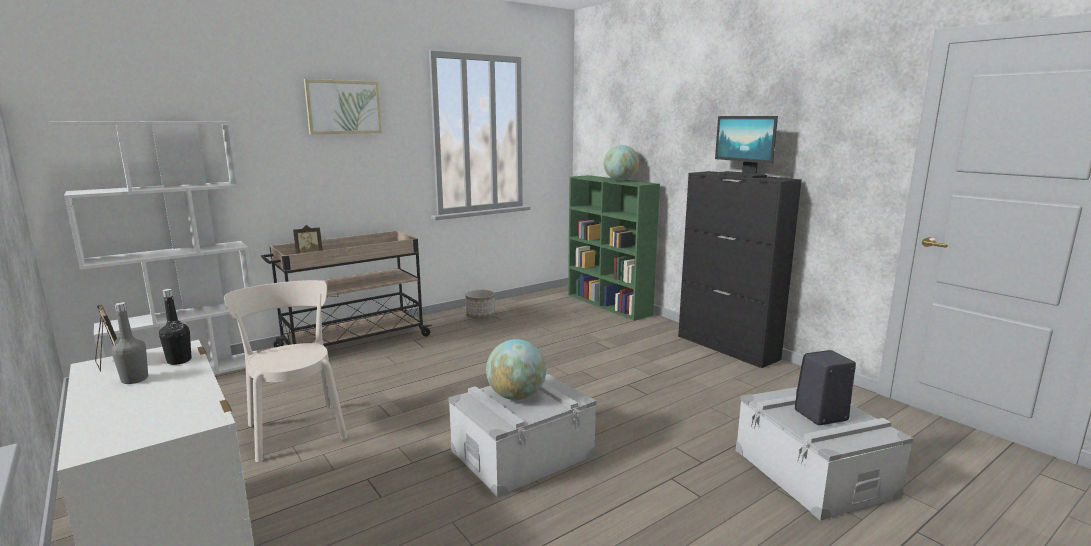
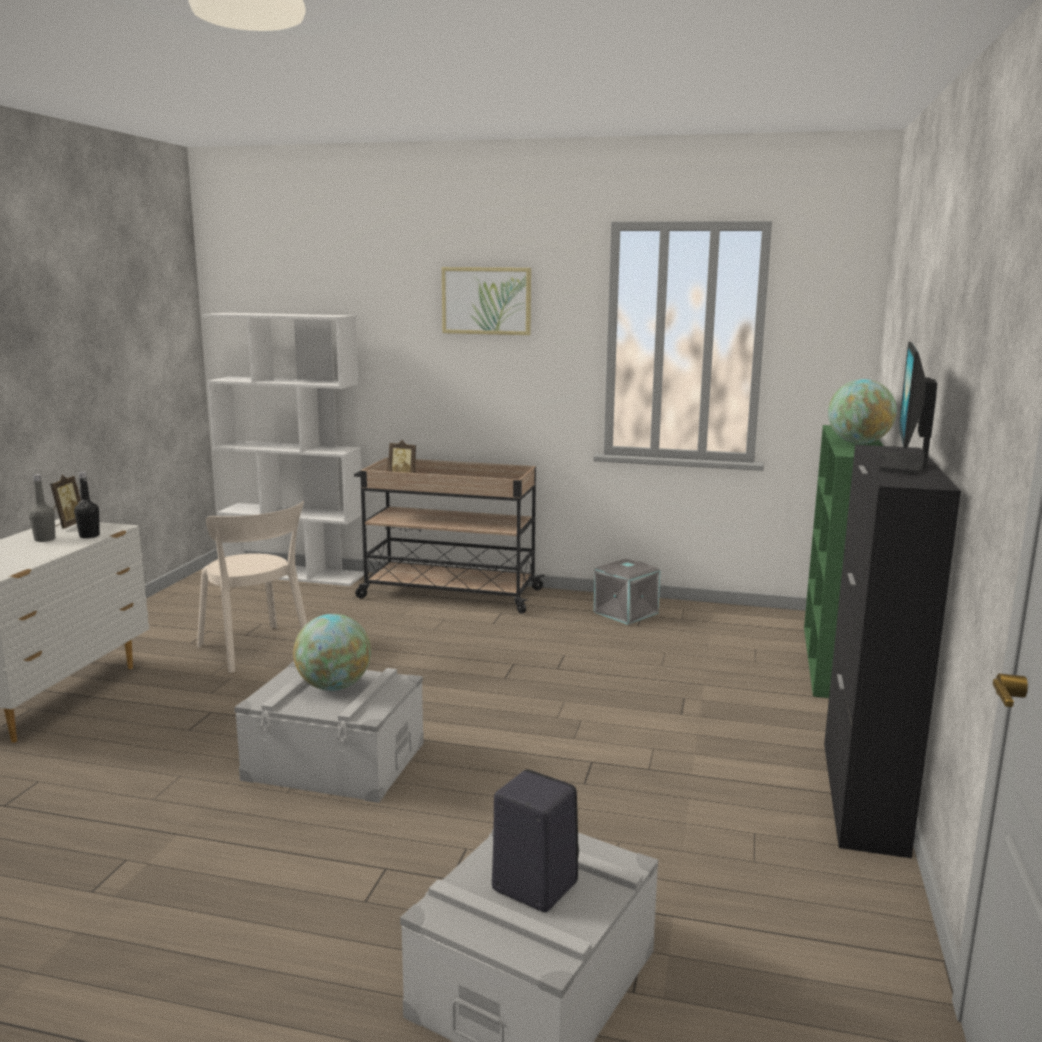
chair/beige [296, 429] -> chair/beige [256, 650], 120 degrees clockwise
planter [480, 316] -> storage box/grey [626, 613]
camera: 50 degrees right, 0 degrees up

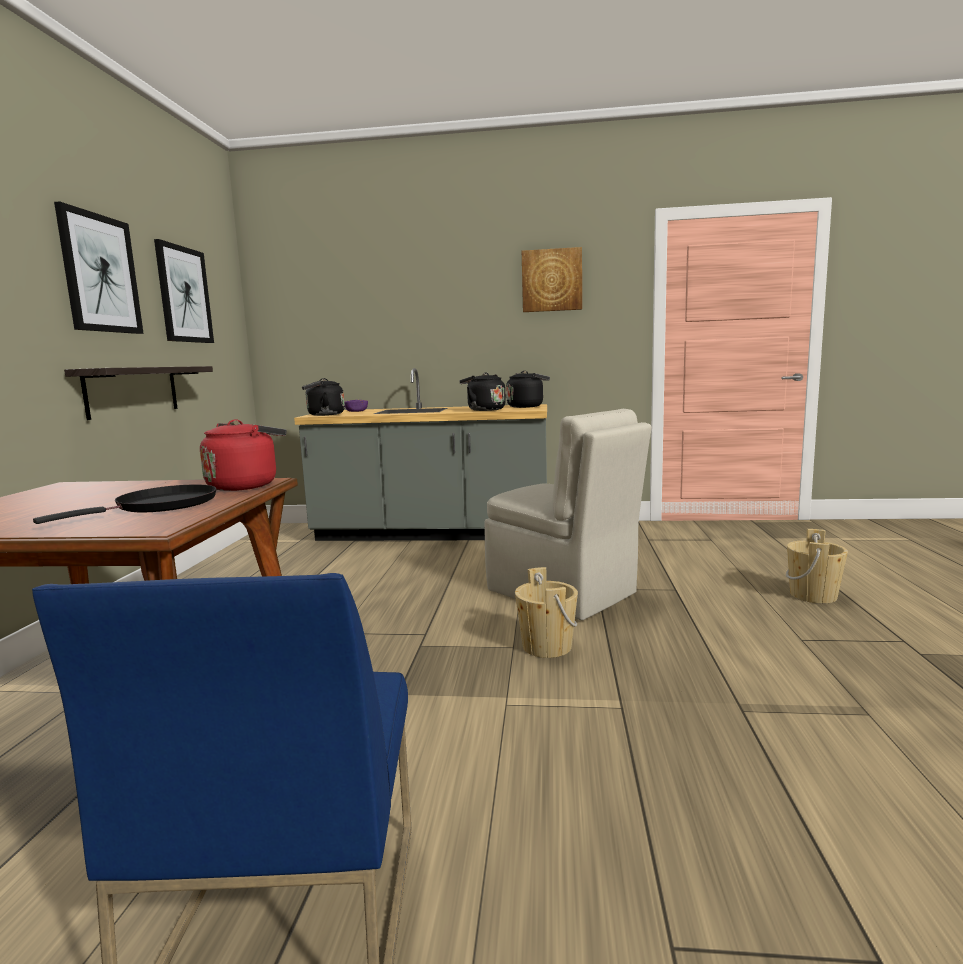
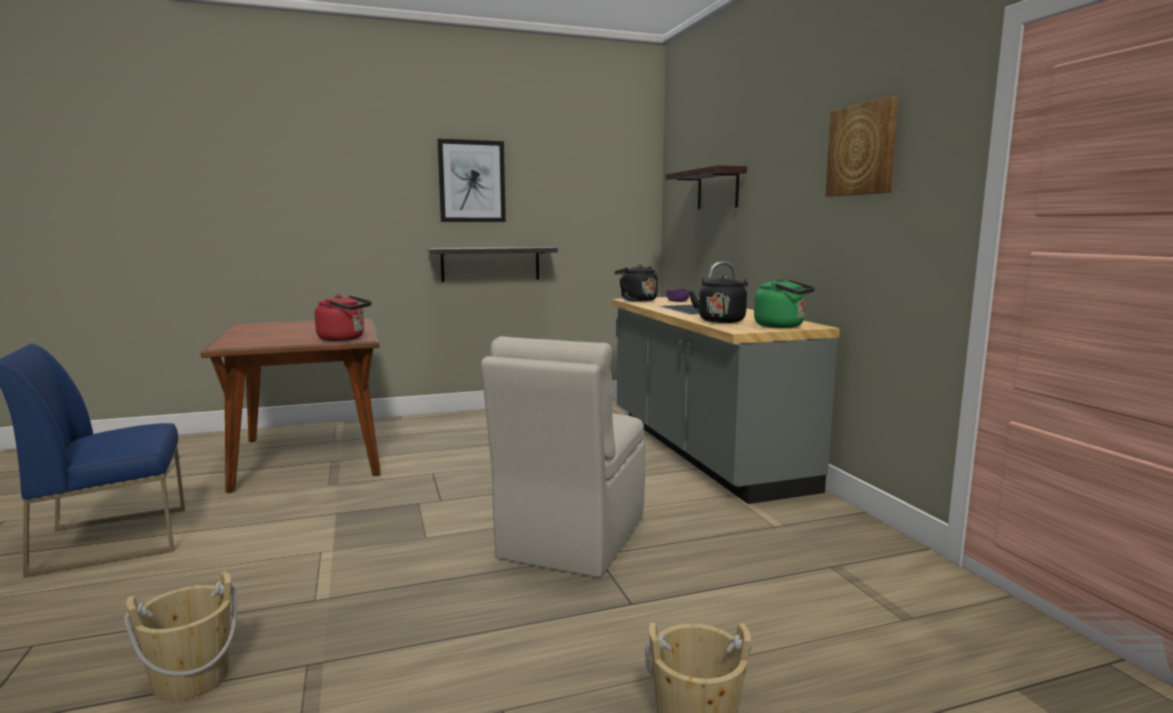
bucket/beige [547, 646] -> bucket/beige [191, 678], relocated
none -> shelf [717, 189]
kettle/black [527, 406] -> kettle/green [782, 326]
frying pan/black [161, 506] -> none
picture [184, 295] -> none
camera: 65 degrees right, 0 degrees up

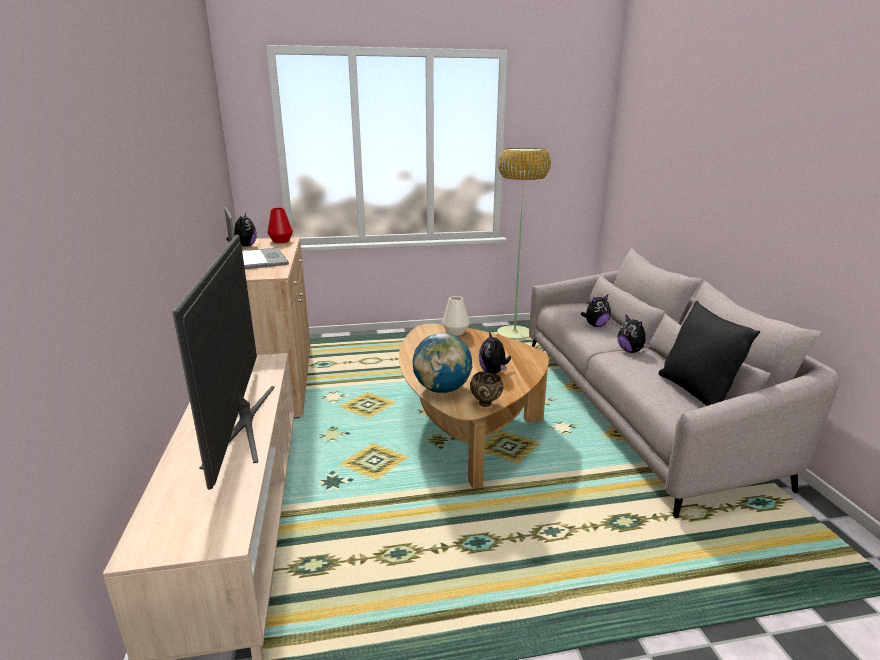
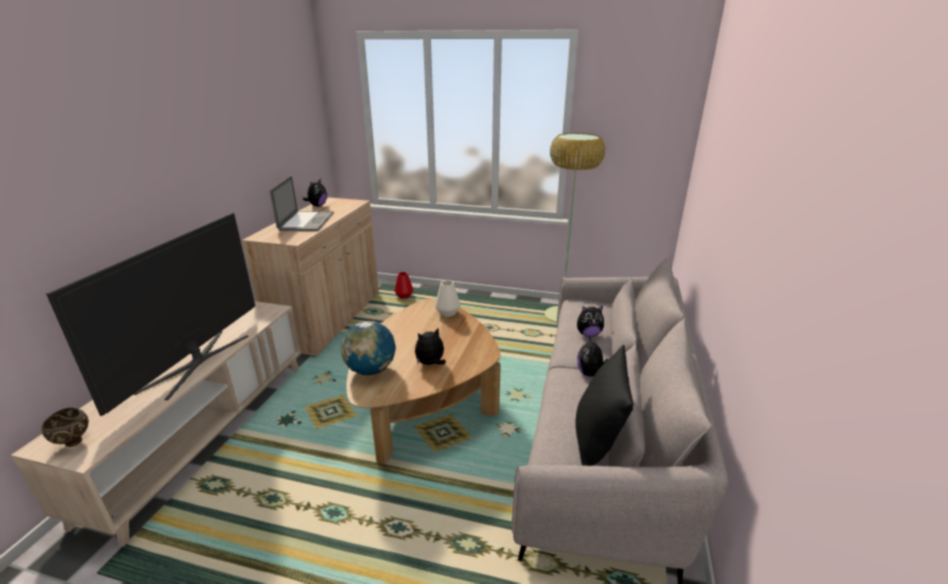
bowl/brown [486, 404] -> bowl/brown [73, 443], relocated
vase/red [281, 241] -> vase/red [404, 296], relocated
plush toy [493, 372] -> plush toy [430, 363], 45 degrees clockwise
camera: 25 degrees right, 5 degrees up

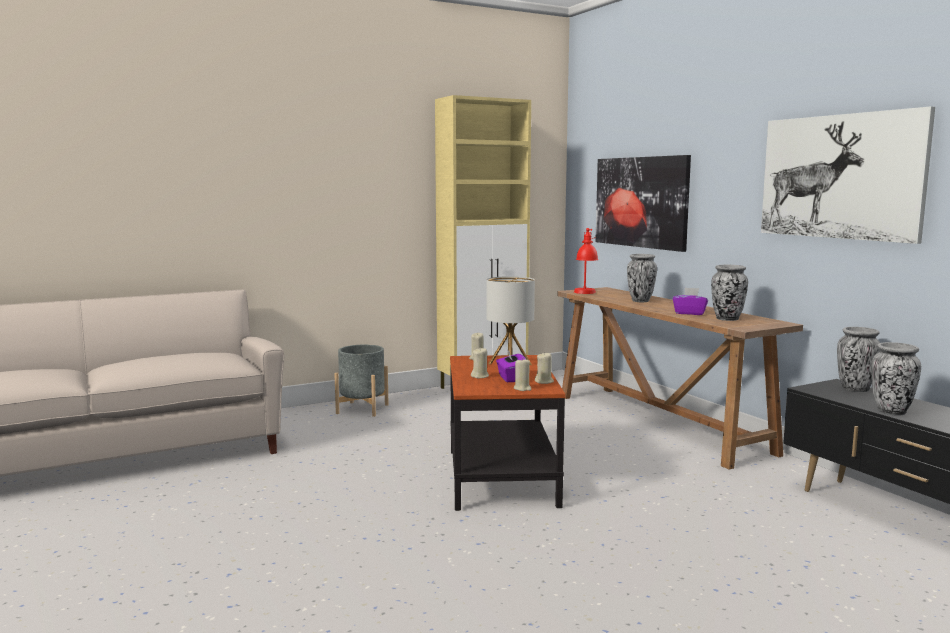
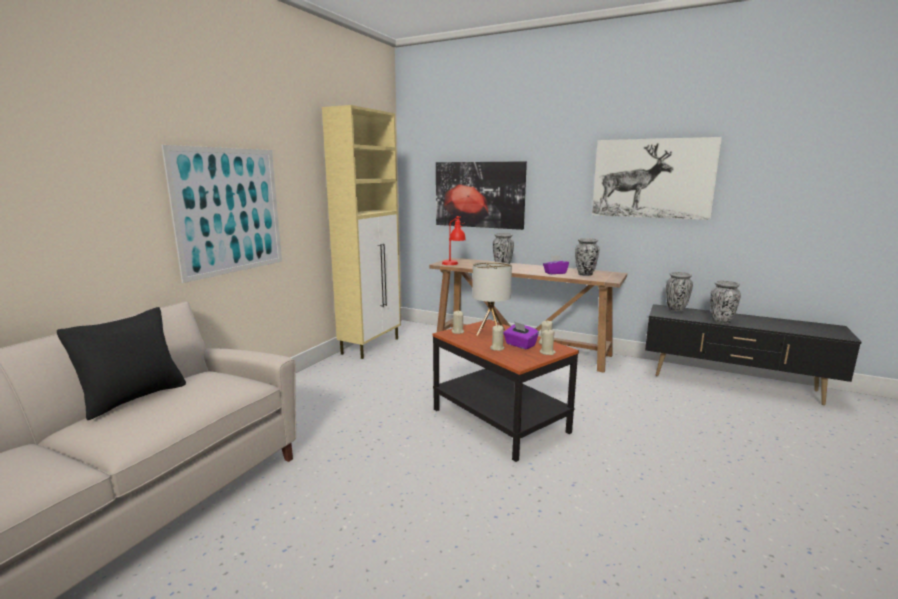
none -> pillow/black [134, 398]
none -> picture [229, 211]
planter/grey [362, 409] -> none
camera: 35 degrees left, 5 degrees up

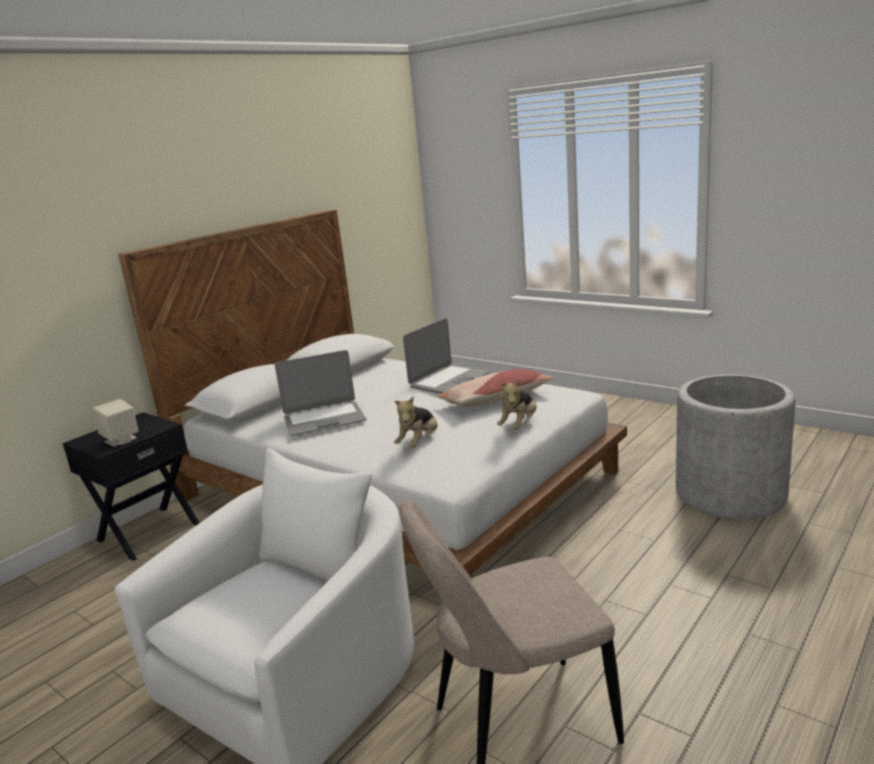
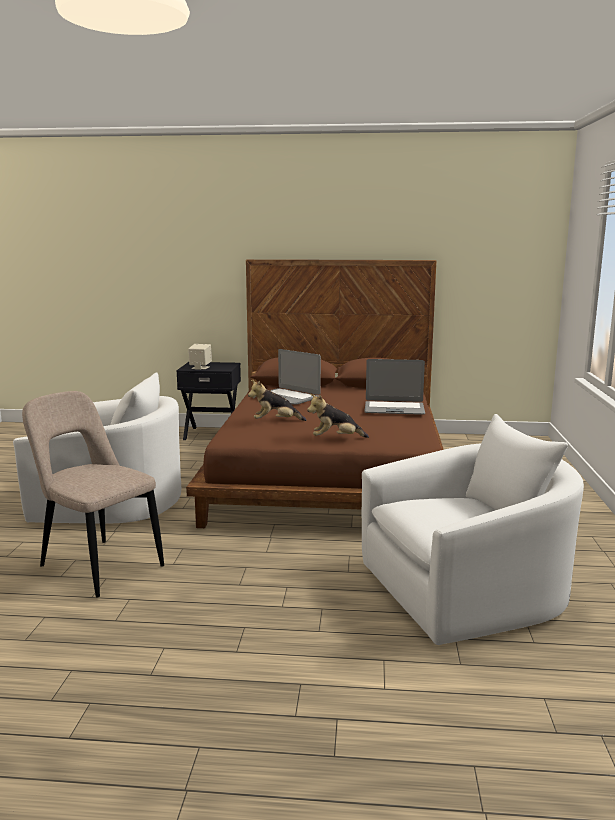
bed/white [398, 484] -> bed/brown [332, 472]
planter/grey [730, 494] -> armchair/white [468, 592]
pillow [495, 399] -> none
camera: 55 degrees right, 5 degrees down

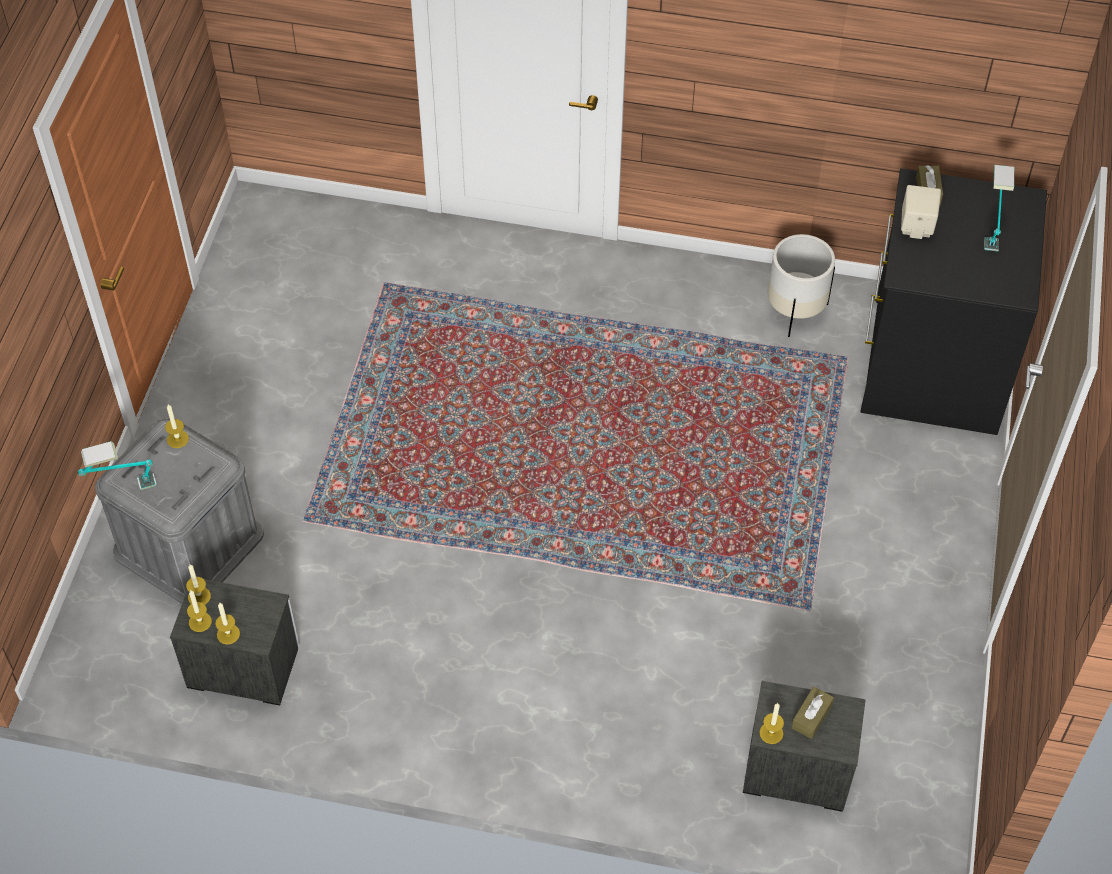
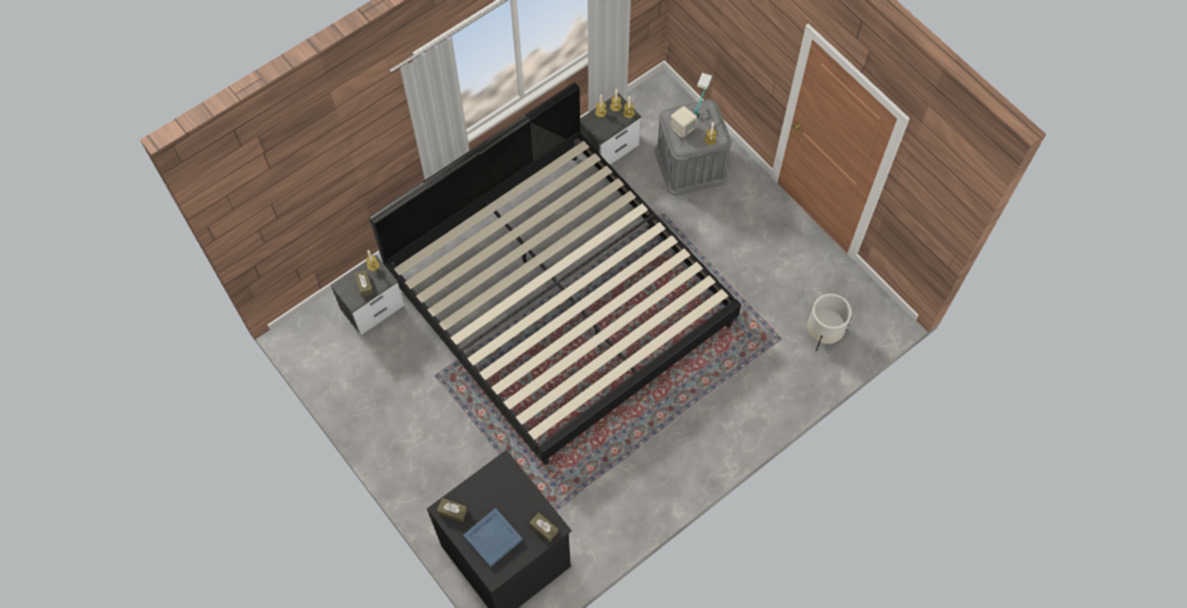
none -> bed [560, 300]
none -> tissue box/brown [452, 511]
table lamp [991, 227] -> tray/blue [493, 537]
speaker/beige [916, 227] -> speaker/beige [682, 128], relocated
planter/white [795, 311] -> planter/white [823, 332], relocated
camera: 130 degrees right, 10 degrees up

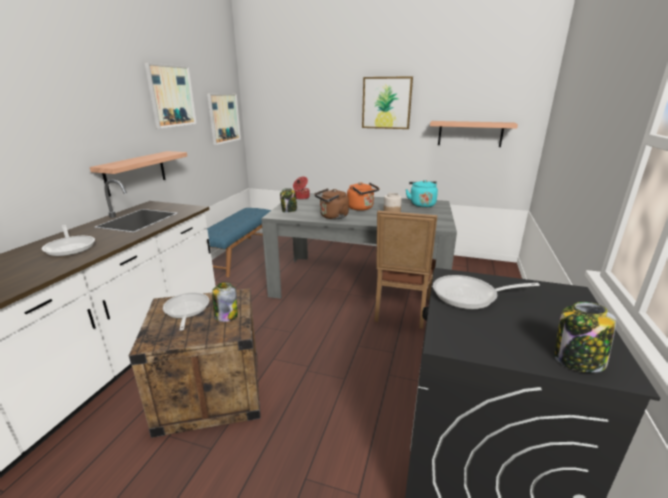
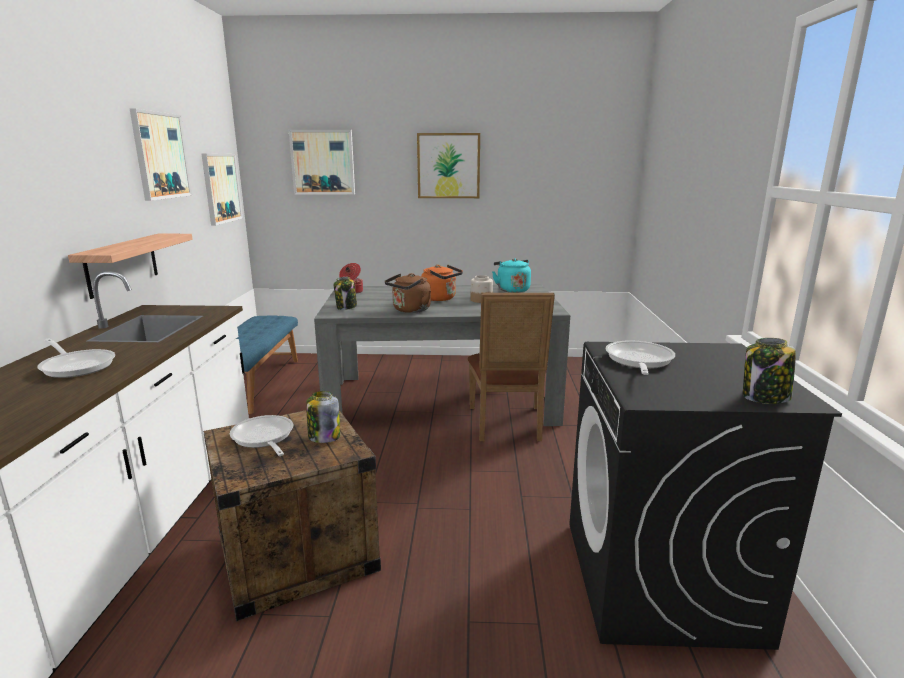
none -> picture [323, 162]
frying pan [470, 296] -> frying pan [638, 361], 120 degrees clockwise
shelf [470, 134] -> none
camera: 15 degrees left, 5 degrees down

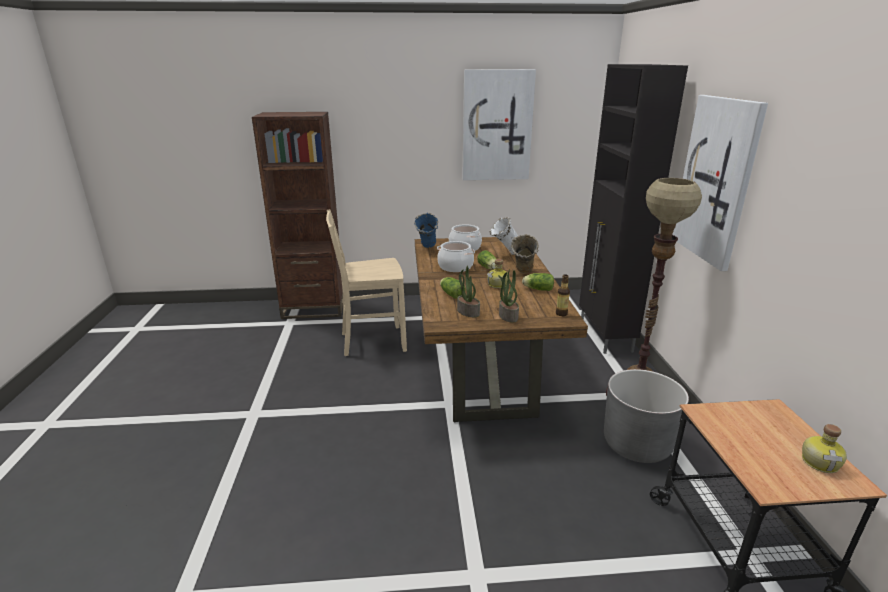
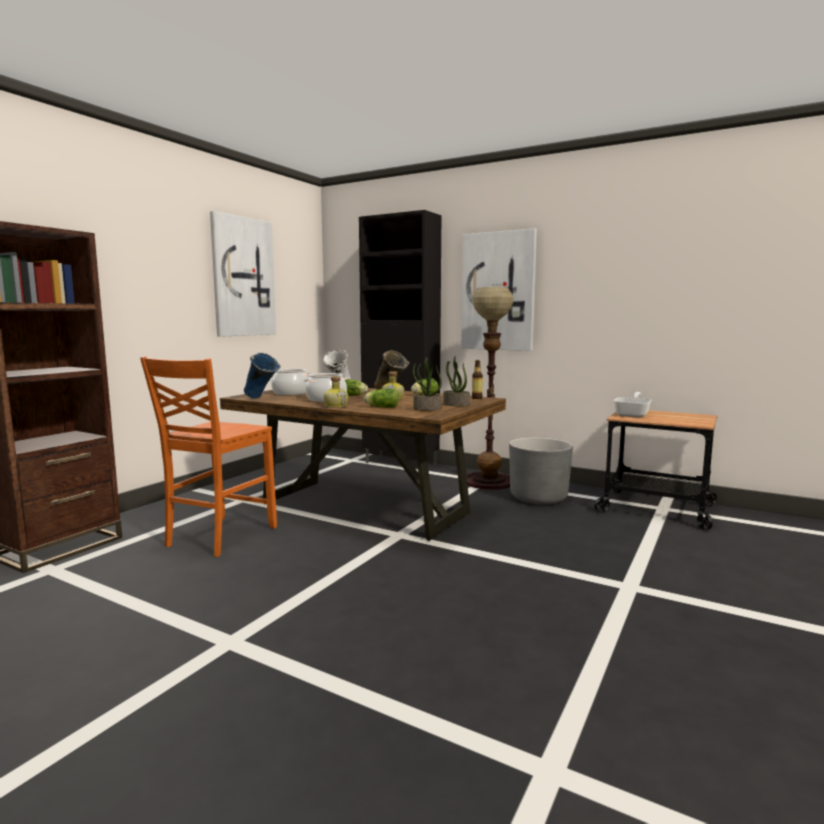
chair/beige [371, 341] -> chair/orange [219, 537]
bottle [820, 462] -> bottle [336, 406], relocated
none -> frying pan [633, 414]
camera: 55 degrees left, 15 degrees down

